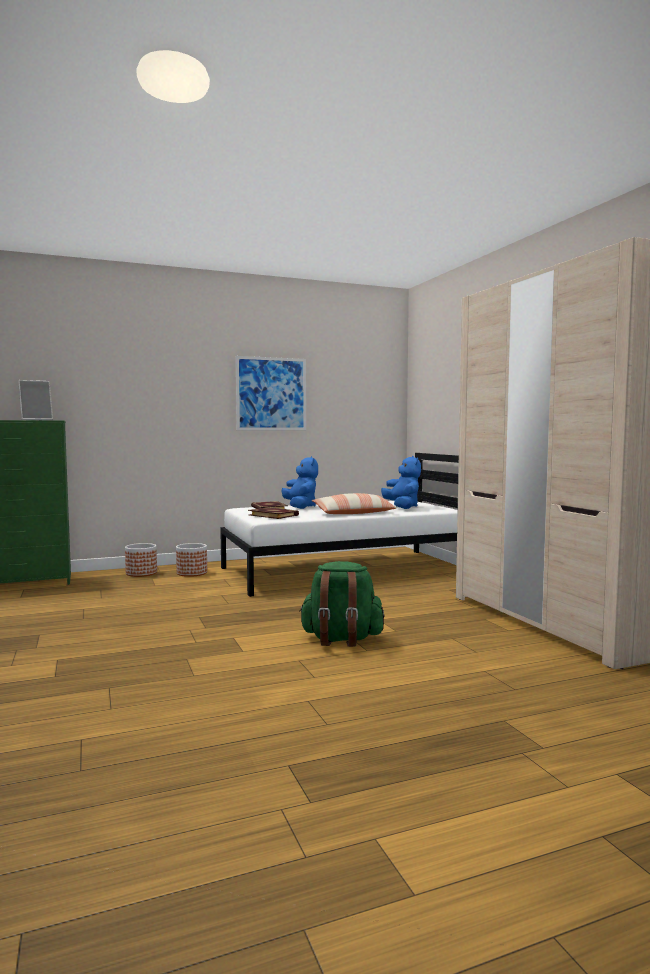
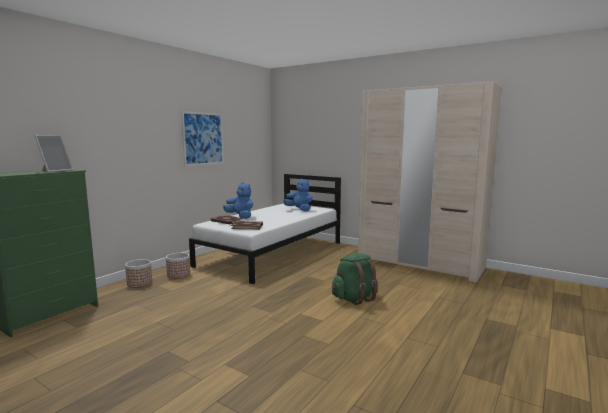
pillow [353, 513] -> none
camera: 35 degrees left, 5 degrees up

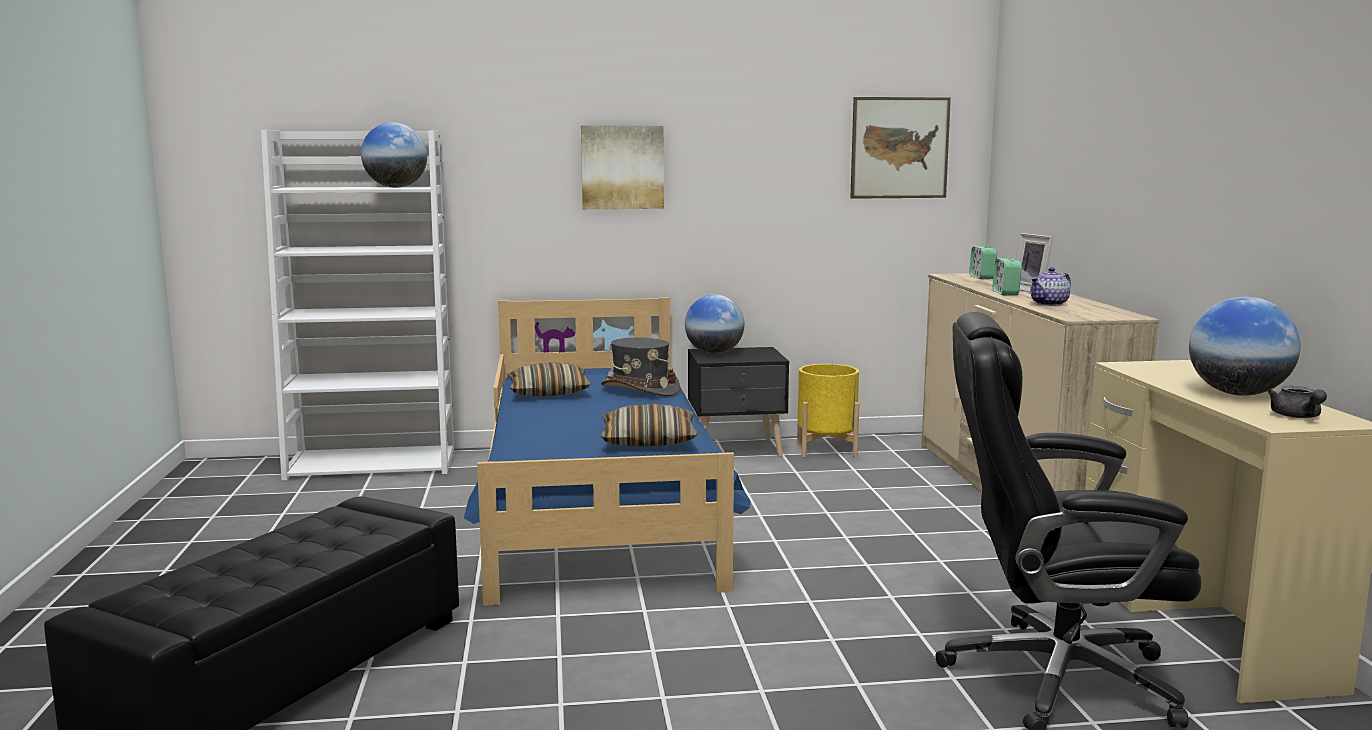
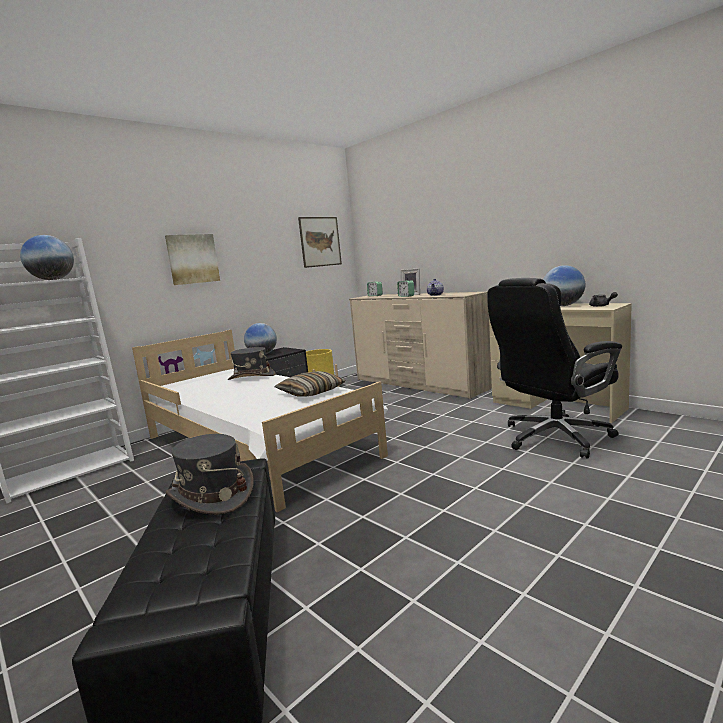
bed/blue [599, 507] -> bed/white [257, 446]
none -> hat/grey [212, 496]
pillow [549, 392] -> none
camera: 35 degrees left, 0 degrees up

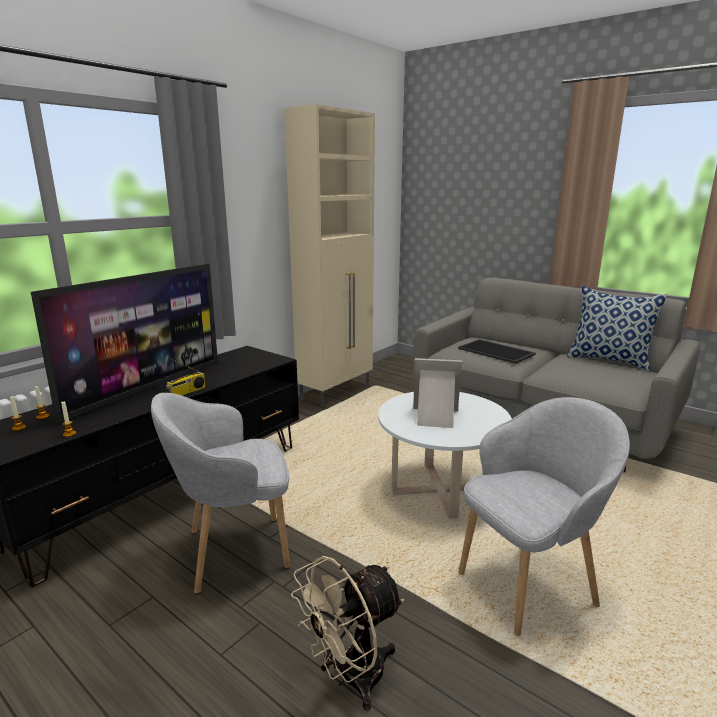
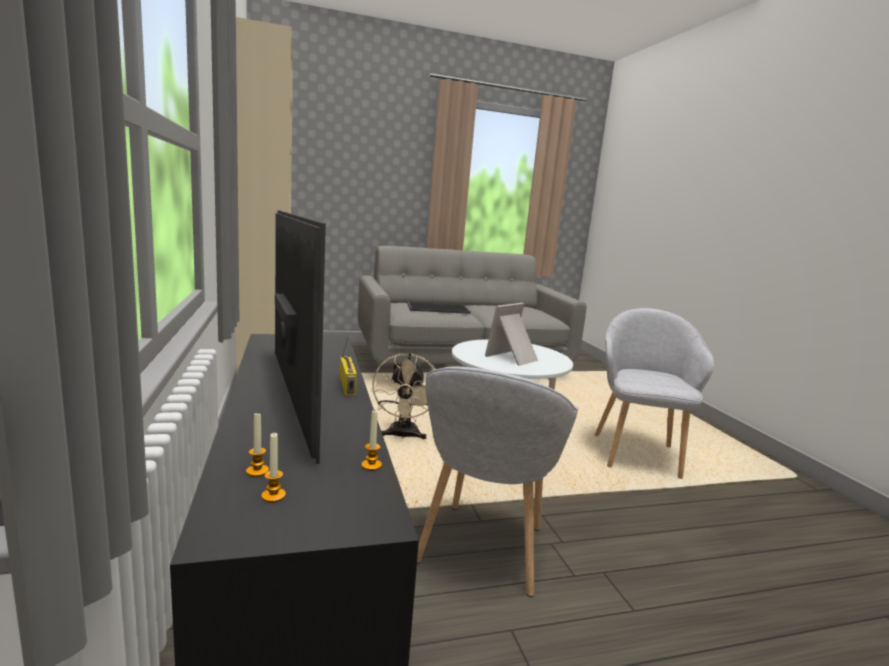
fan/beige [350, 678] -> fan/beige [403, 436], relocated
pillow [609, 360] -> none
camera: 55 degrees left, 5 degrees down

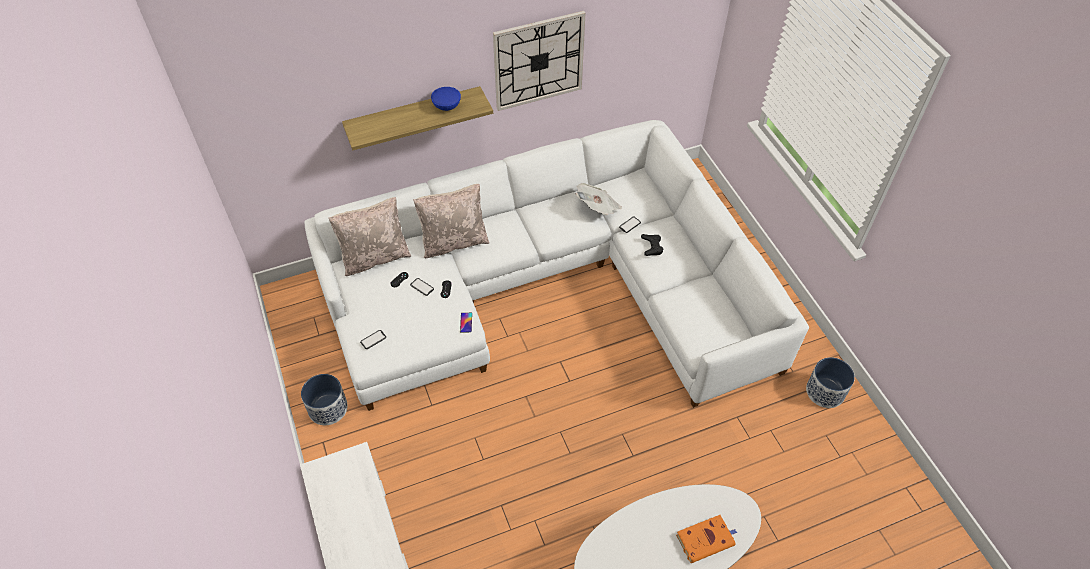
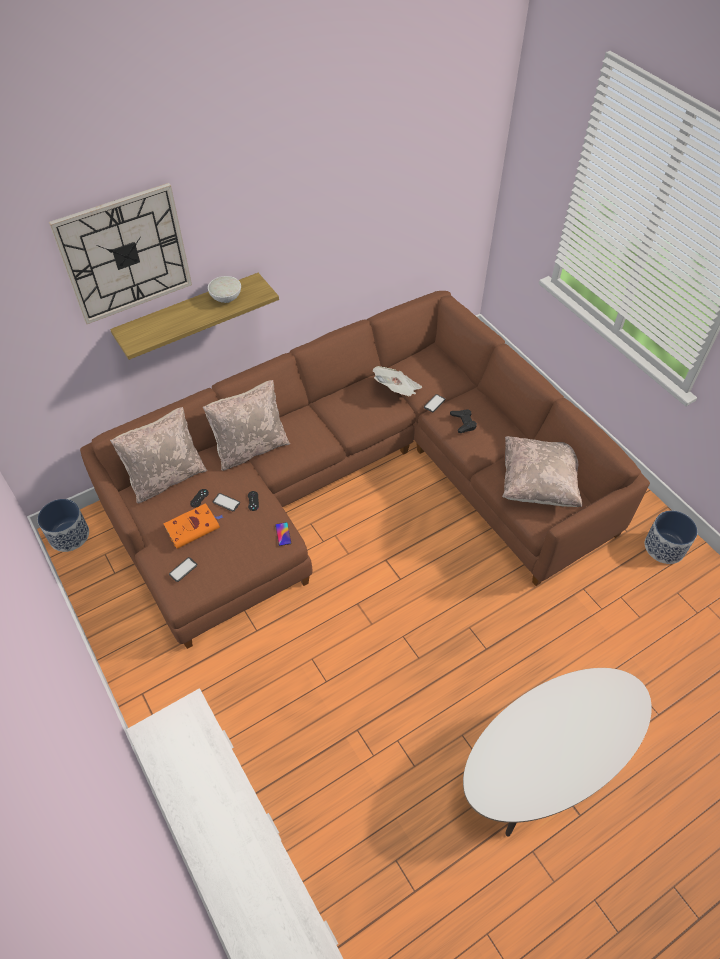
planter [328, 408] -> planter [69, 535], relocated
wall clock [538, 61] -> wall clock [125, 254], relocated
sofa/white [550, 287] -> sofa/brown [357, 482]
book/orange [706, 539] -> book/orange [193, 527], relocated
bowl/blue [446, 106] -> bowl/white [225, 298]
none -> pillow/beige [538, 484]
camera: 10 degrees left, 0 degrees up

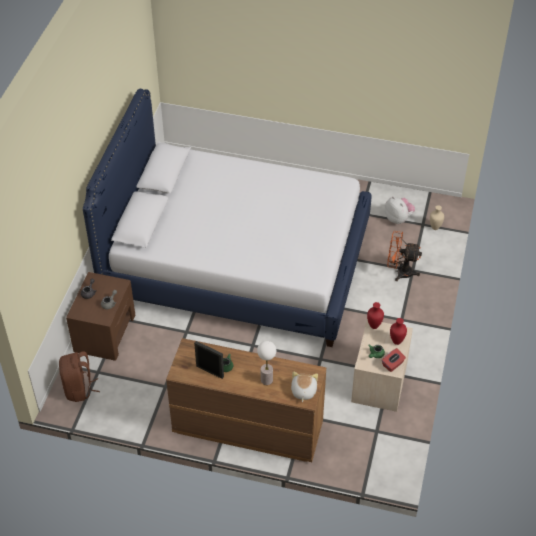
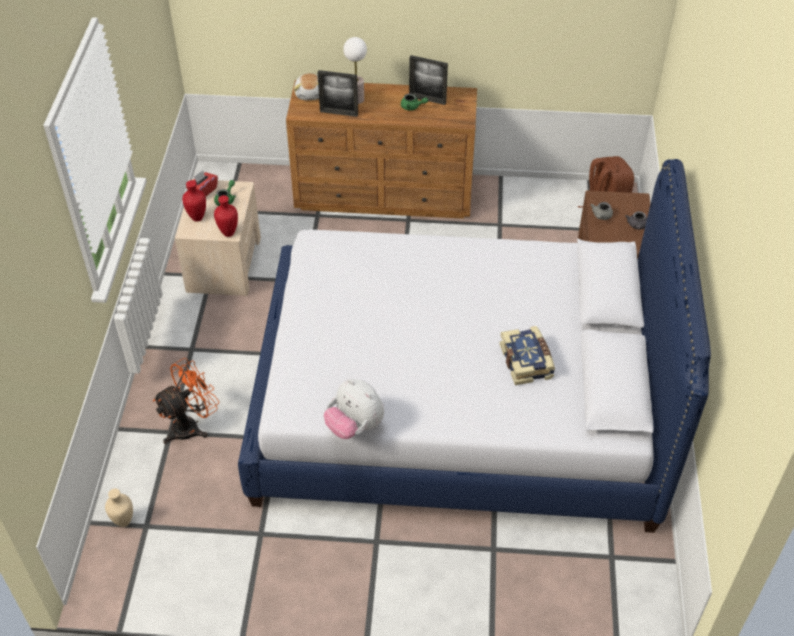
fan/orange [400, 272] -> fan/orange [191, 426], 45 degrees counterclockwise
none -> picture frame [339, 113]
plush toy [398, 219] -> plush toy [355, 426], relocated
none -> book [527, 362]
camera: 170 degrees right, 0 degrees up

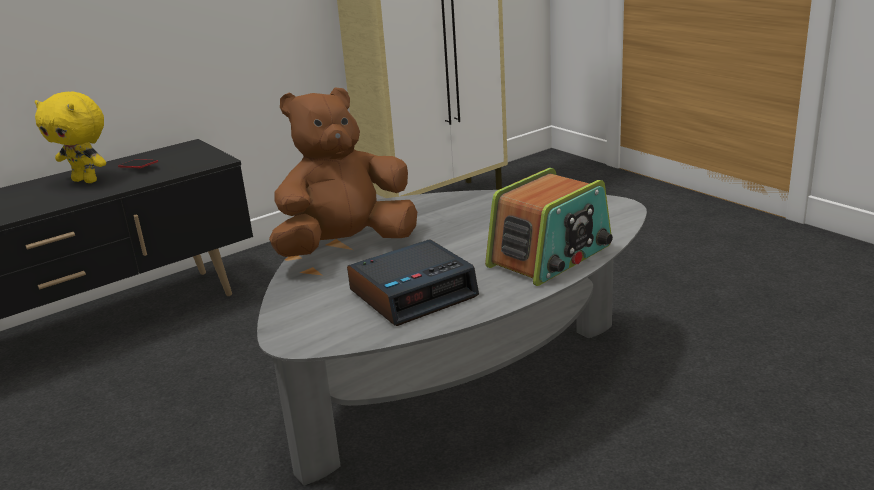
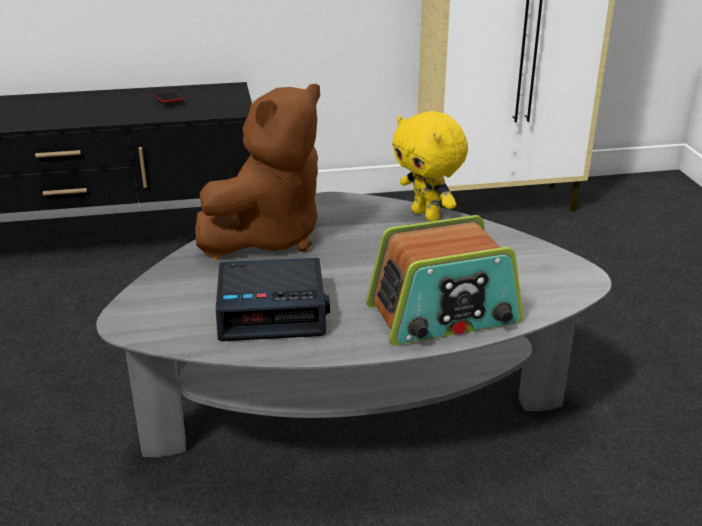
plush toy/brown [346, 246] -> plush toy/brown [268, 237], 135 degrees clockwise
plush toy/yellow [86, 180] -> plush toy/yellow [427, 215], relocated
camera: 25 degrees right, 5 degrees up

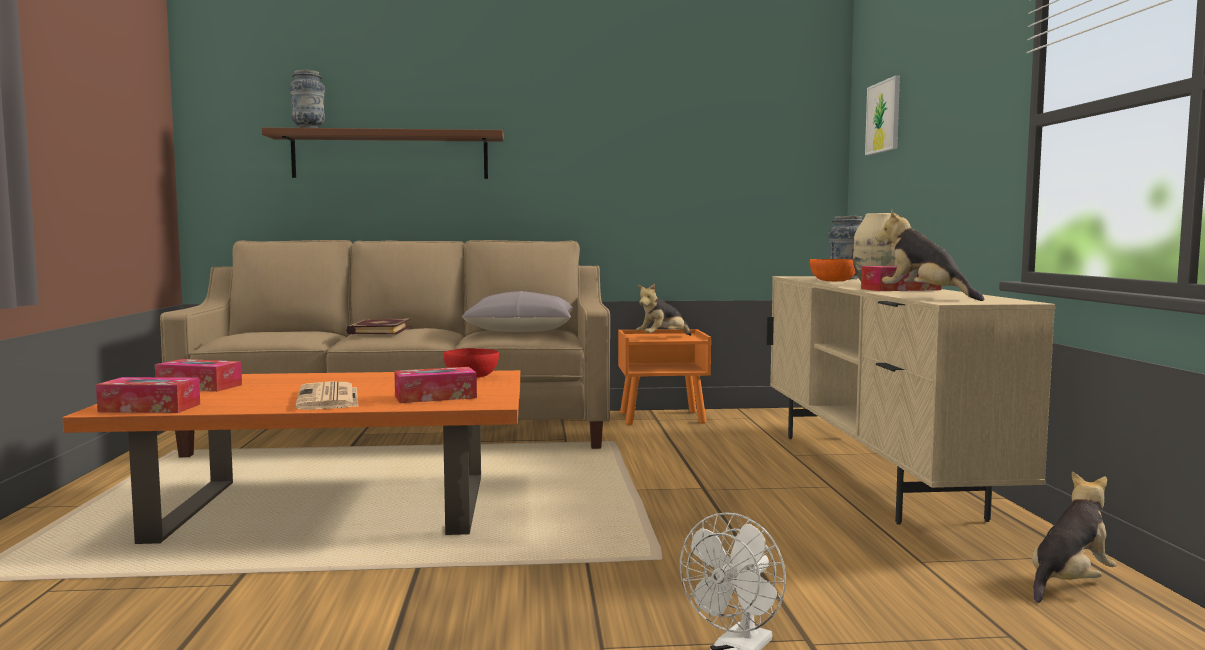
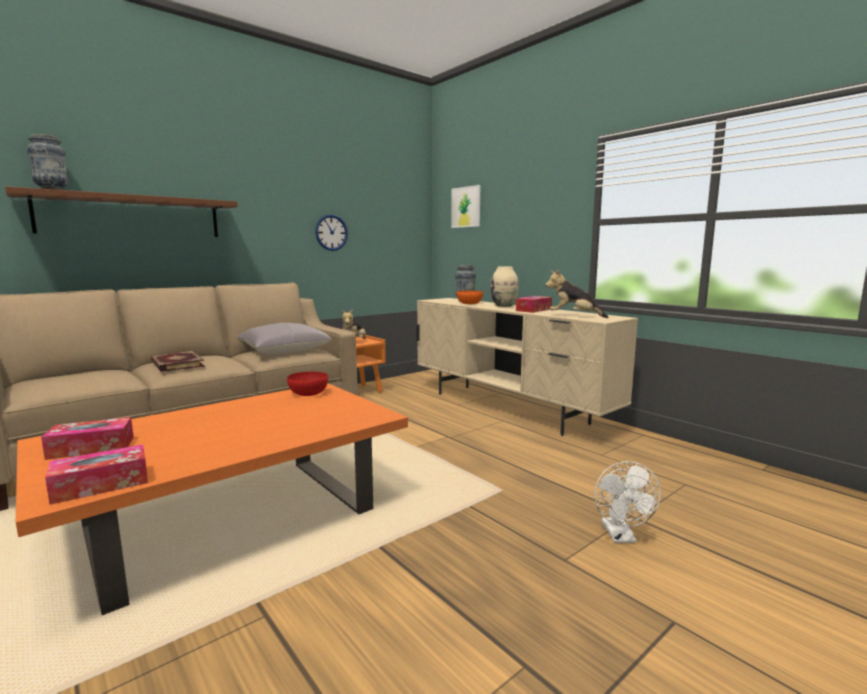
none -> wall clock [331, 232]
newspaper [329, 398] -> none
tissue box [435, 397] -> none
plush toy [1069, 583] -> none
camera: 35 degrees left, 5 degrees up

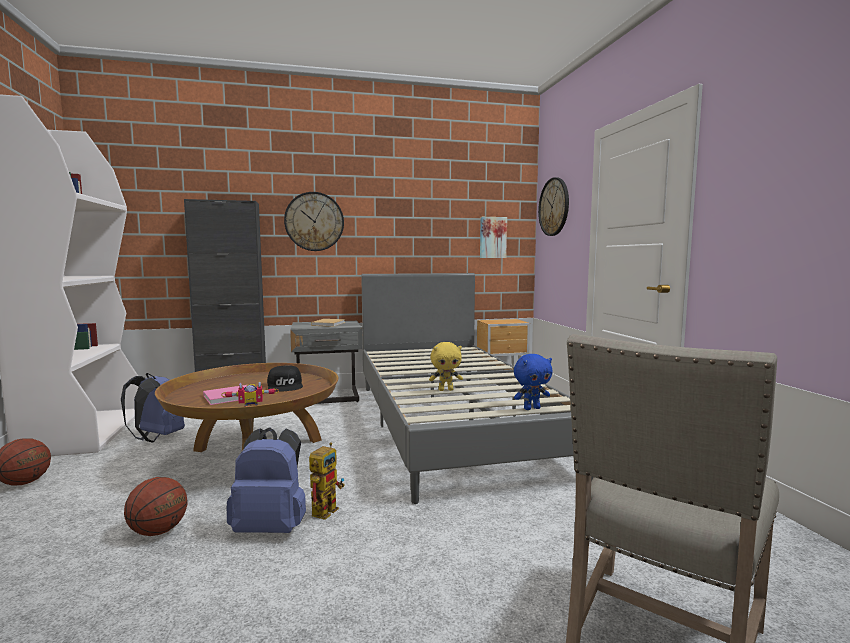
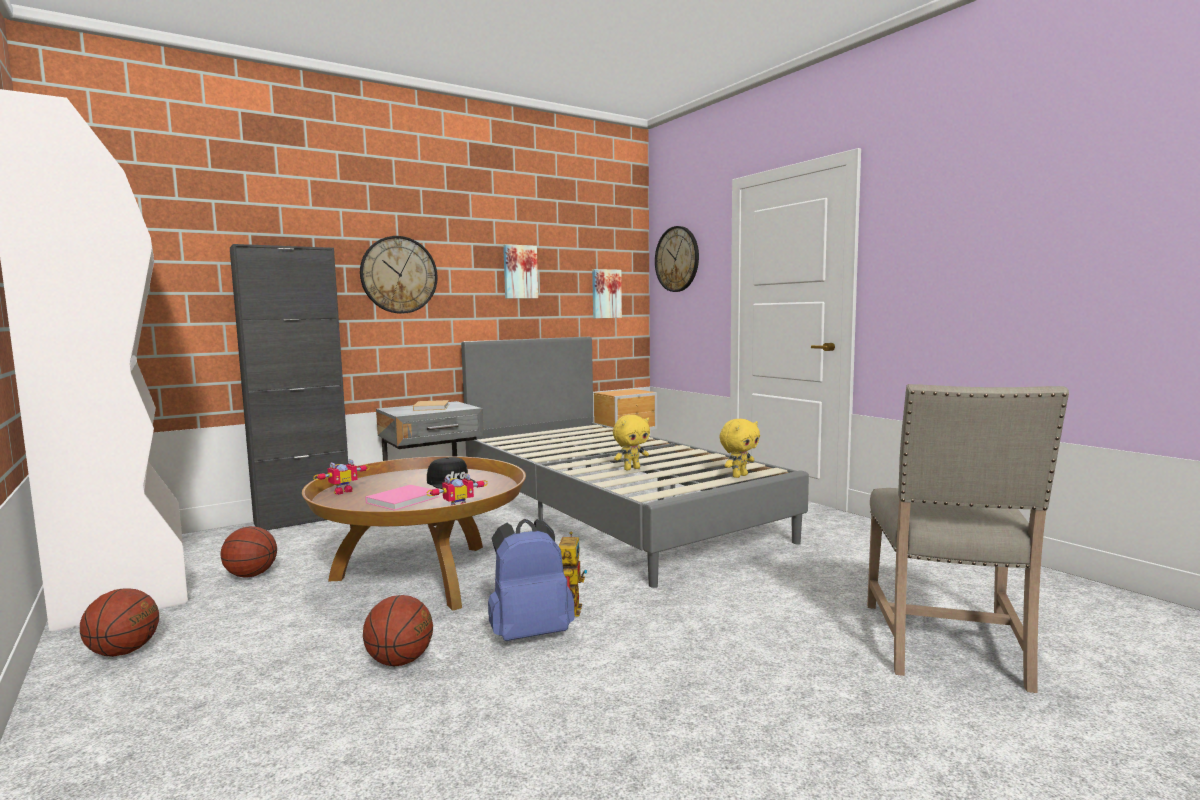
backpack/blue [156, 438] -> basketball [251, 575]
none -> toy robot [342, 491]
none -> picture [519, 272]
plush toy/blue [531, 408] -> plush toy/yellow [739, 476]
camera: 20 degrees left, 0 degrees up

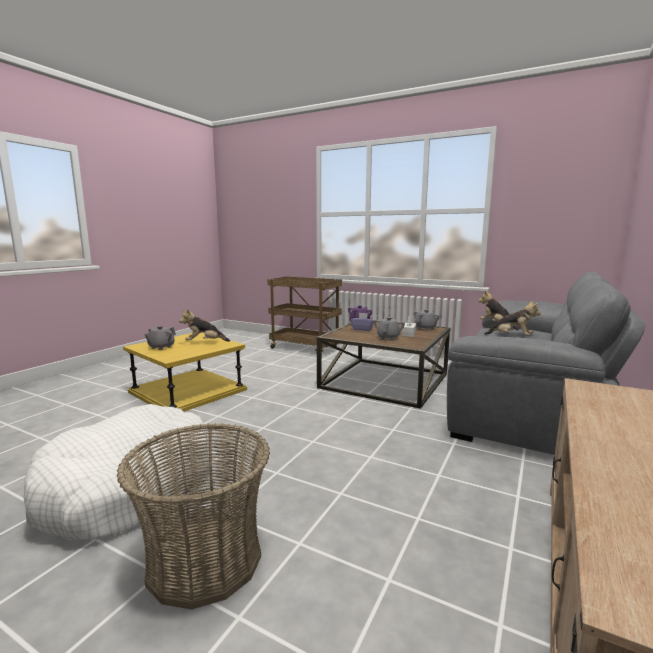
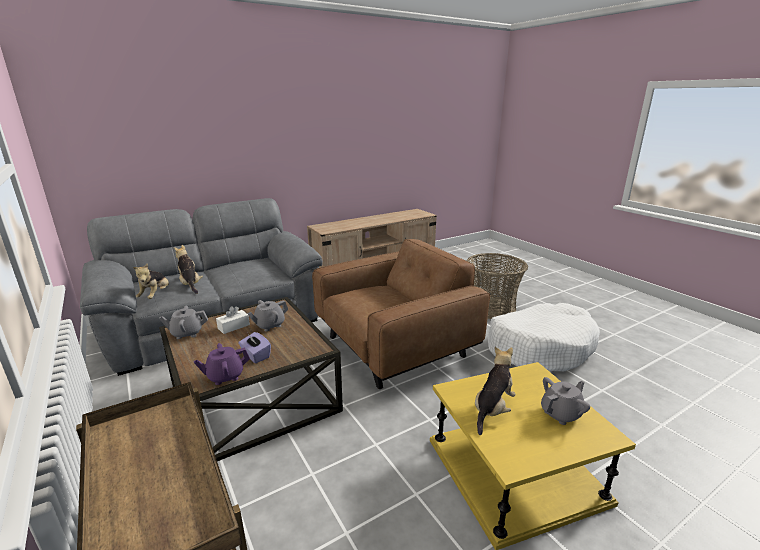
none -> armchair/brown [394, 347]
plush toy [204, 343] -> plush toy [492, 409], 75 degrees counterclockwise
camera: 150 degrees left, 10 degrees up

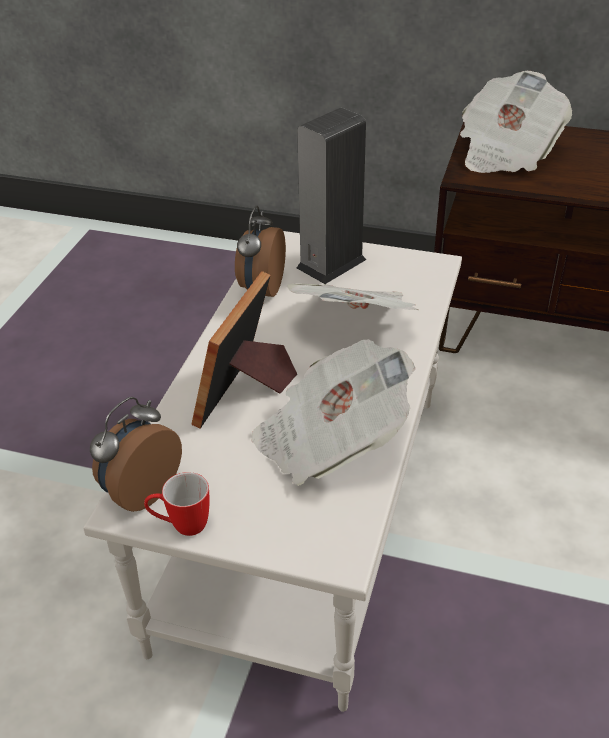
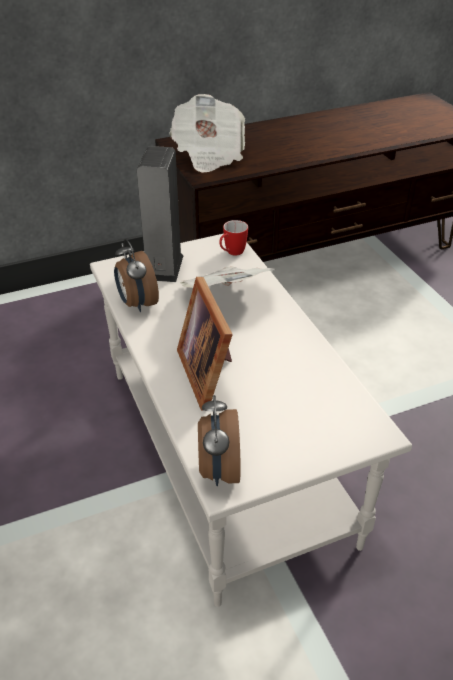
mug [181, 525] -> mug [232, 253], relocated
newspaper [330, 440] -> none
camera: 40 degrees left, 0 degrees up

